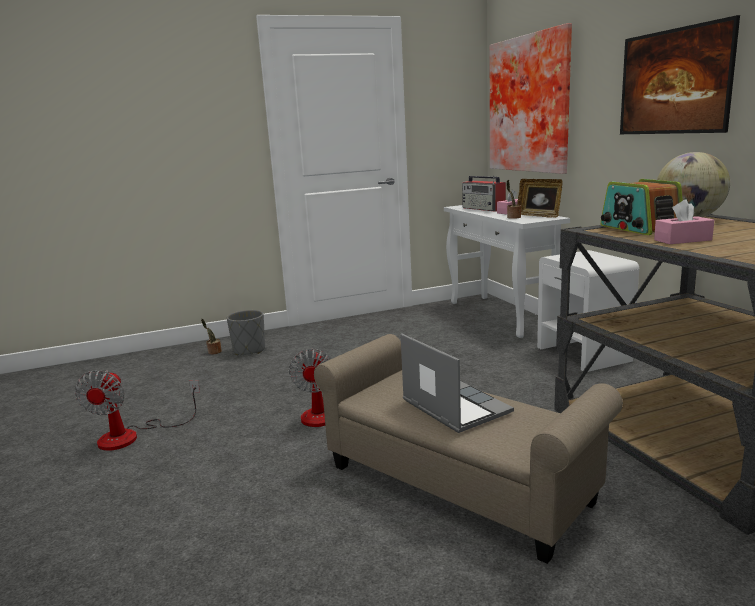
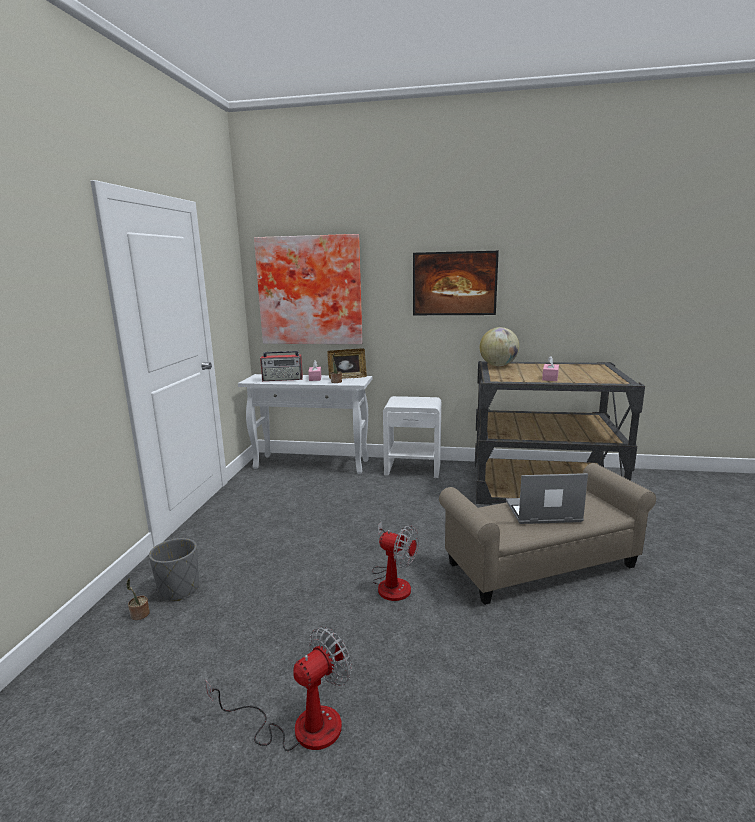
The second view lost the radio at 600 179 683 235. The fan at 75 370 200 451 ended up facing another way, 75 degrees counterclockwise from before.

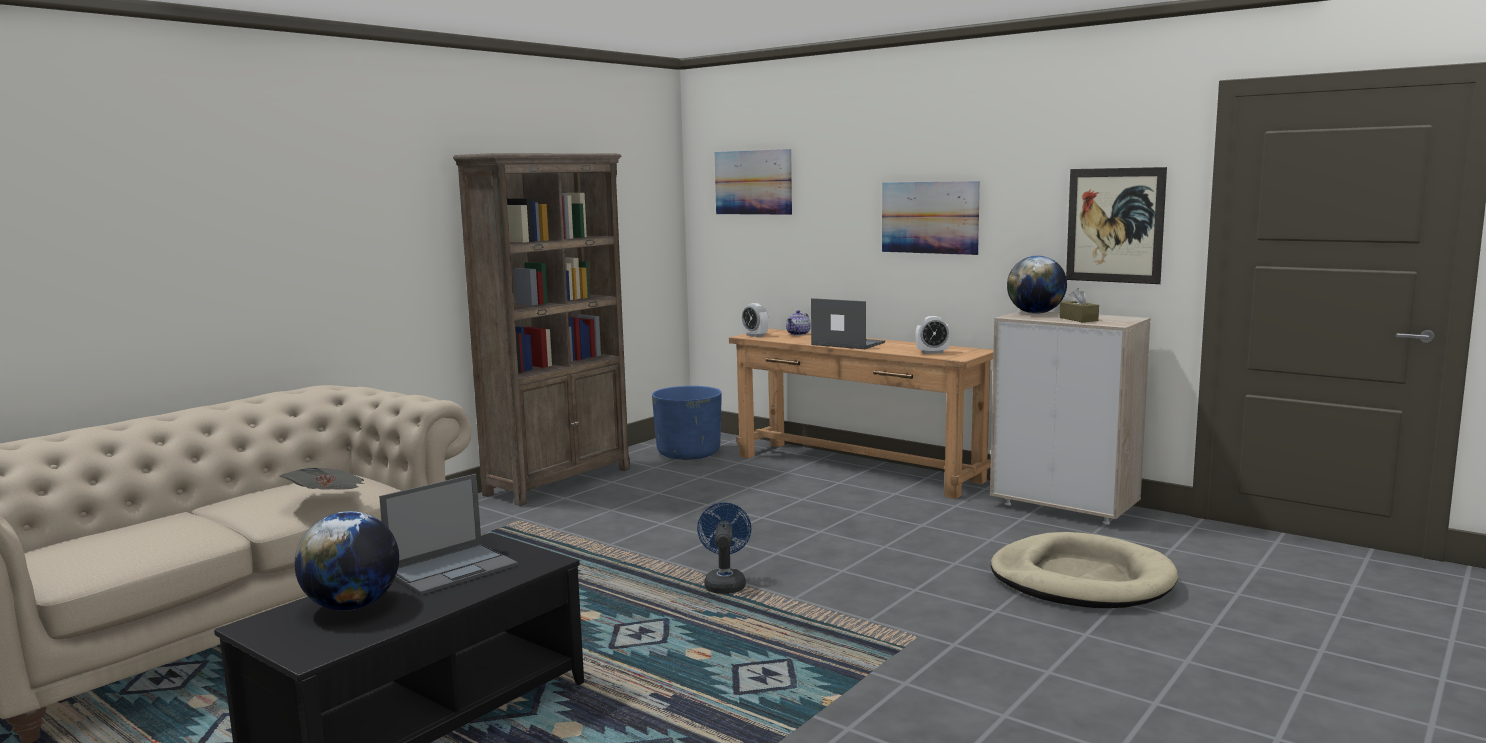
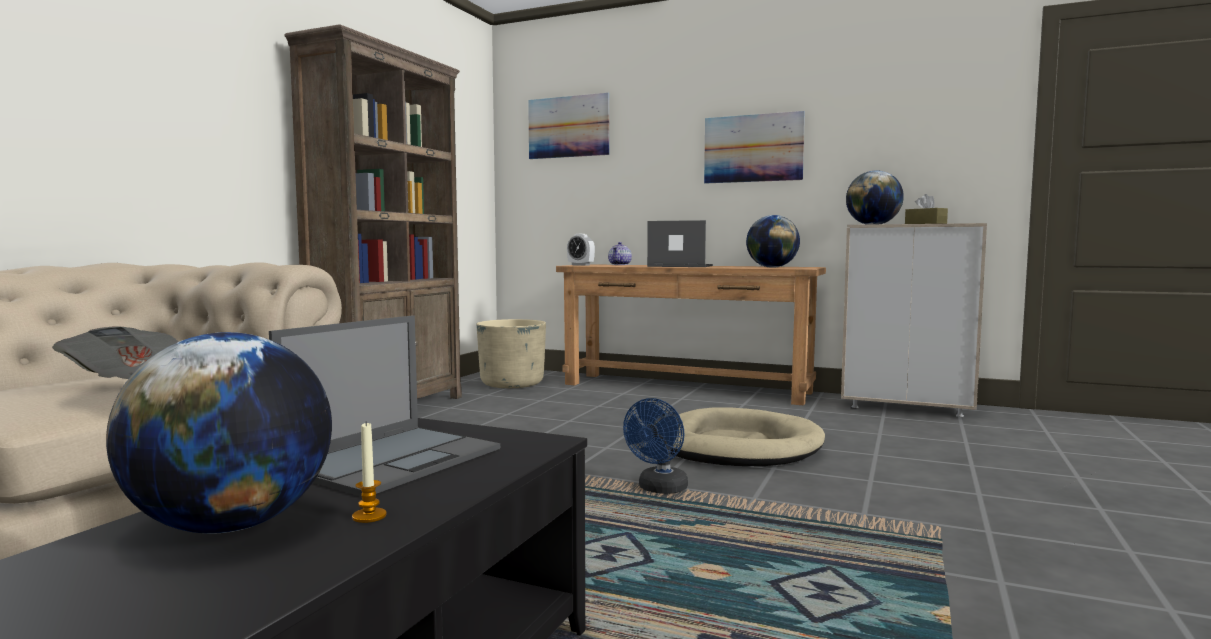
The second view lost the picture at 1066 167 1167 284. The second view gained the candle at 352 421 387 523. The dog bed/beige ended up elsewhere, having gone from 991 532 1178 608 to 671 407 825 467. Where the alarm clock stood at 915 316 951 354, the globe came to stand at 746 215 800 268. What was the planter/blue at 652 386 722 460 turned into the planter/beige at 477 319 546 388. The fan/blue at 697 502 751 594 ended up facing another way, 135 degrees counterclockwise from before.

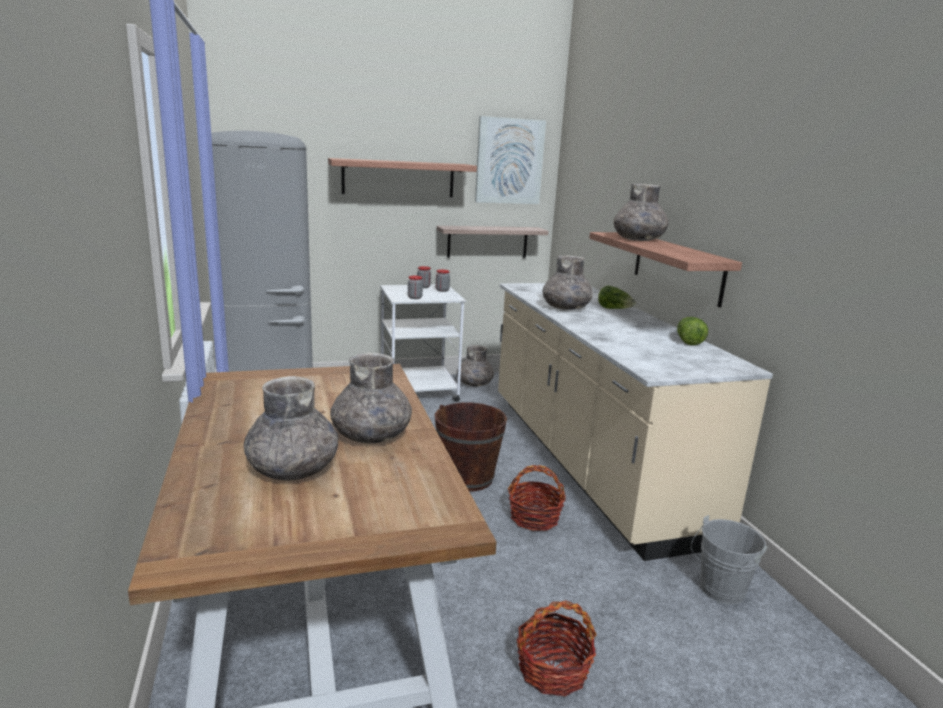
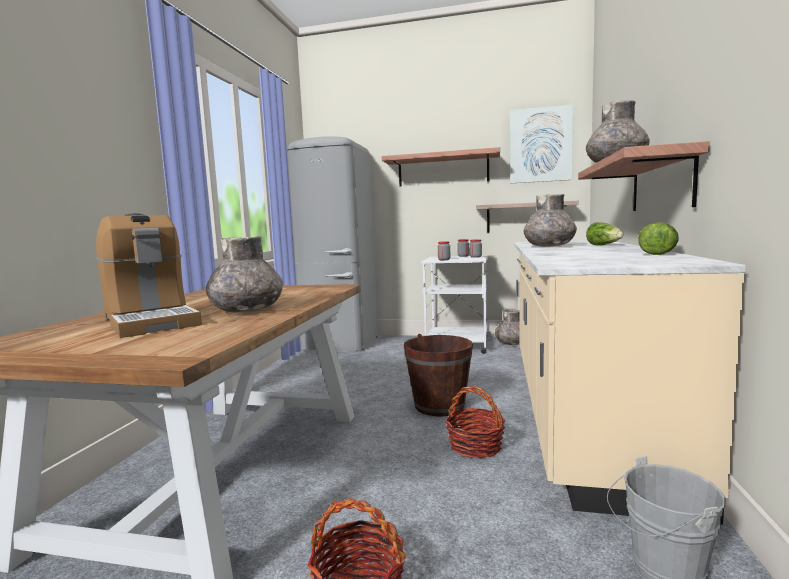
Where the vase/grey stood at 244 376 338 481, the coffee machine came to stand at 96 213 202 338.

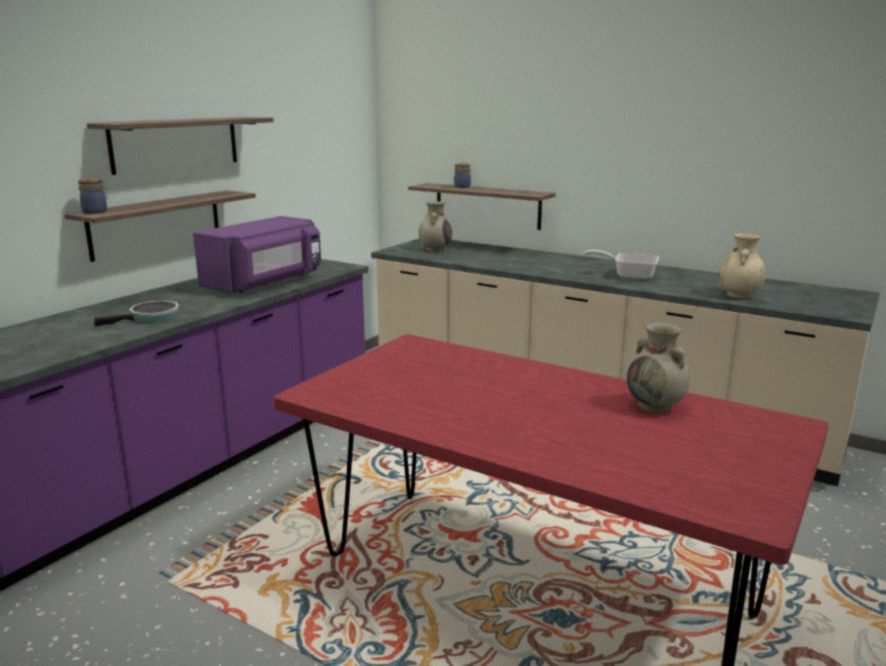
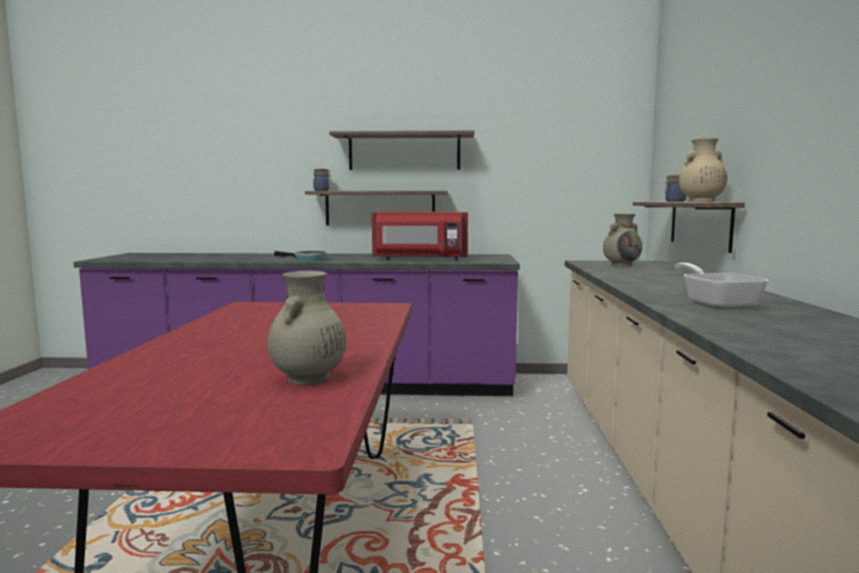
The vase/beige ended up elsewhere, having gone from 719 233 766 298 to 679 138 728 202. What was the microwave/purple at 193 216 321 293 turned into the microwave/red at 372 212 468 261.

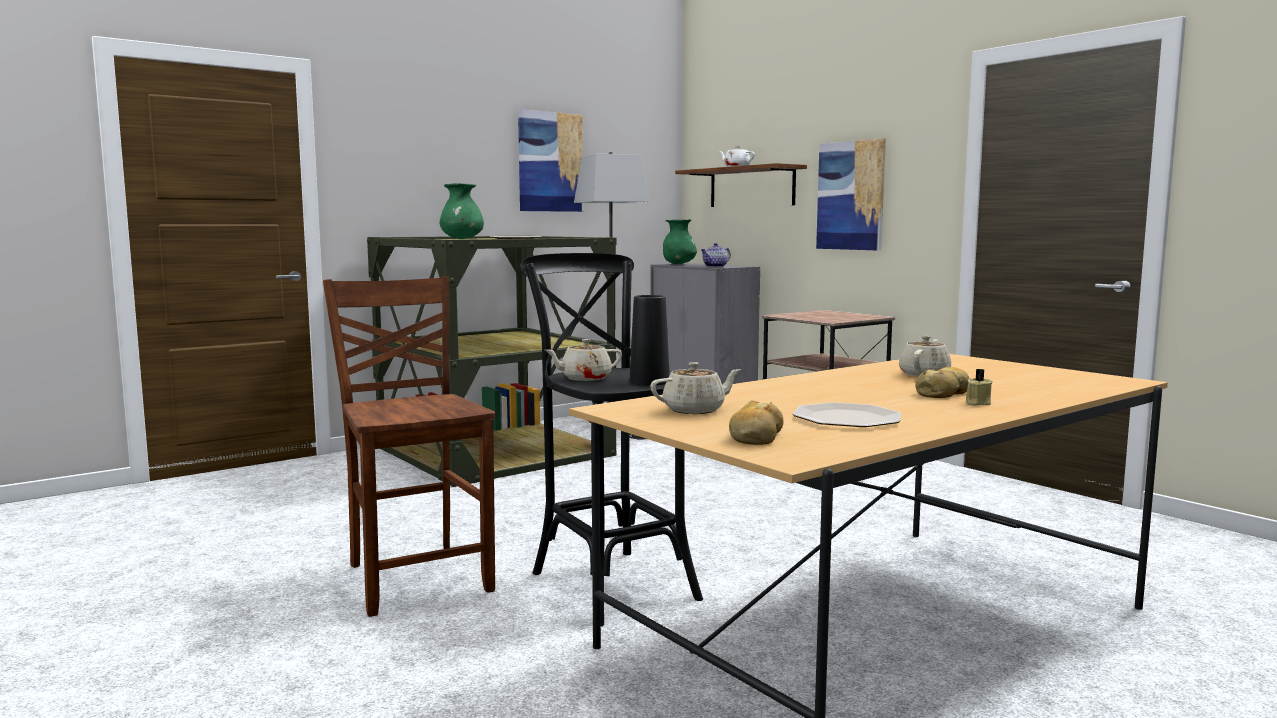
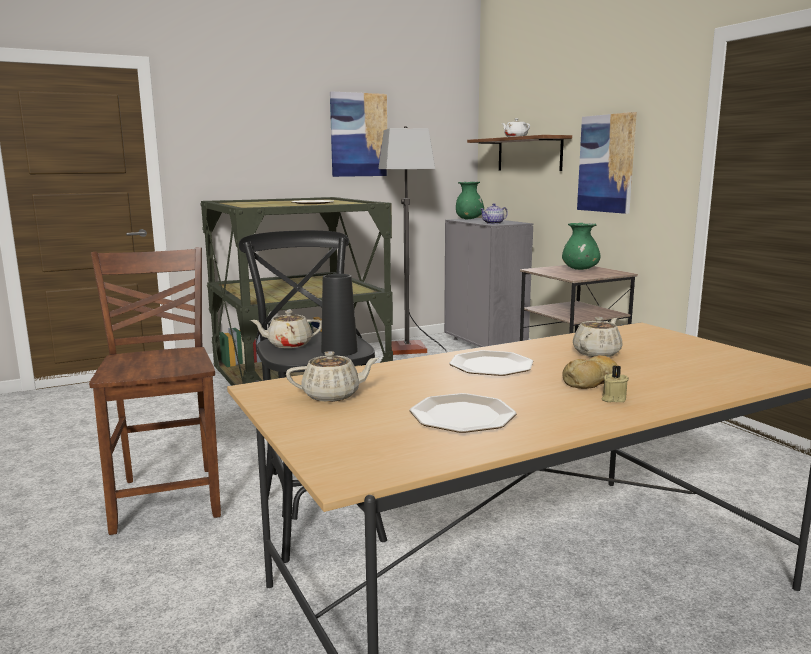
The second view lost the bread at 729 400 784 445. The second view gained the plate at 449 350 533 376. The vase/green ended up elsewhere, having gone from 440 183 484 239 to 562 223 601 270.

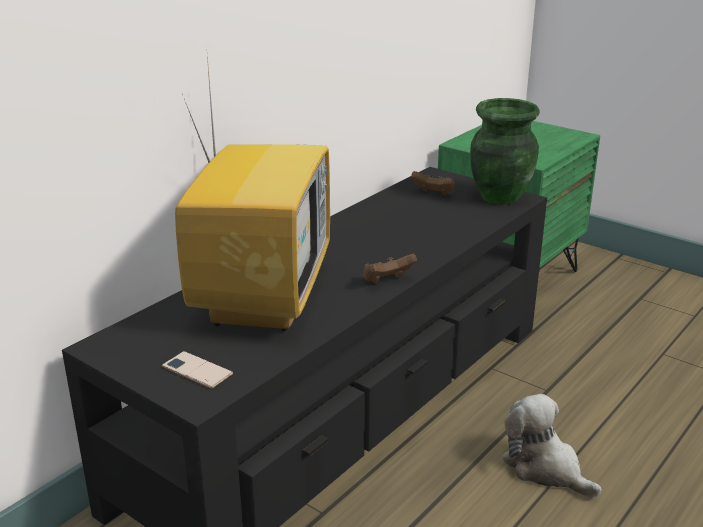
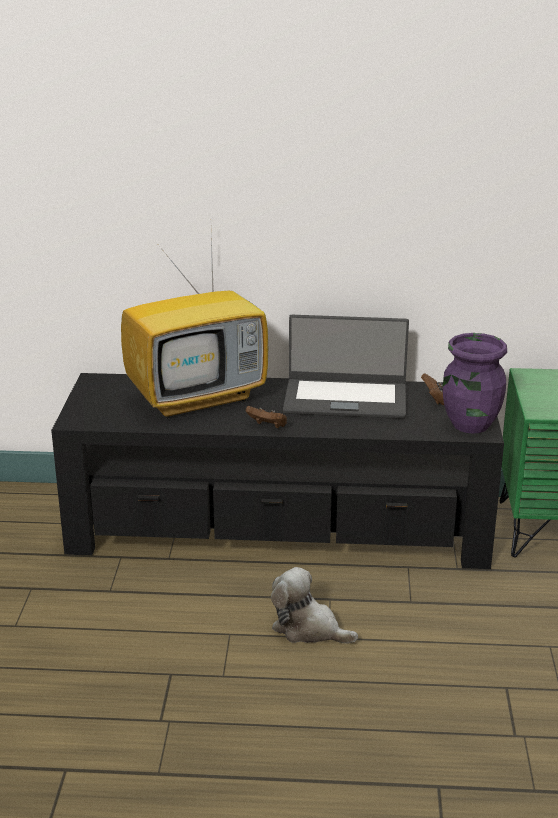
The second view lost the phone at 162 351 233 389. The second view gained the laptop at 283 315 409 419. What was the vase/green at 470 98 540 205 turned into the vase/purple at 443 333 507 434. The plush toy at 502 394 602 497 ended up facing another way, 75 degrees counterclockwise from before.

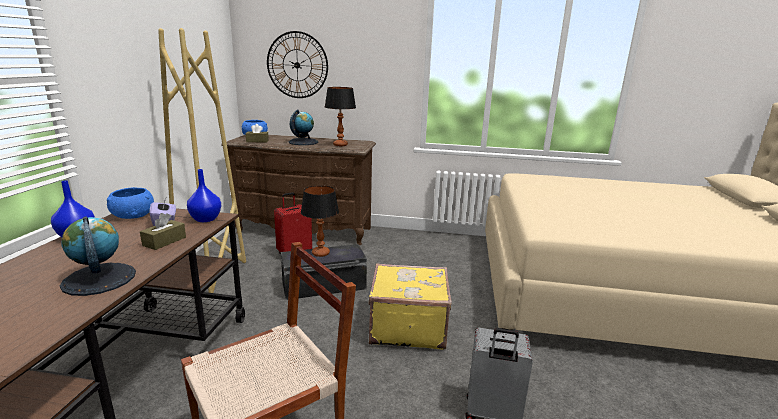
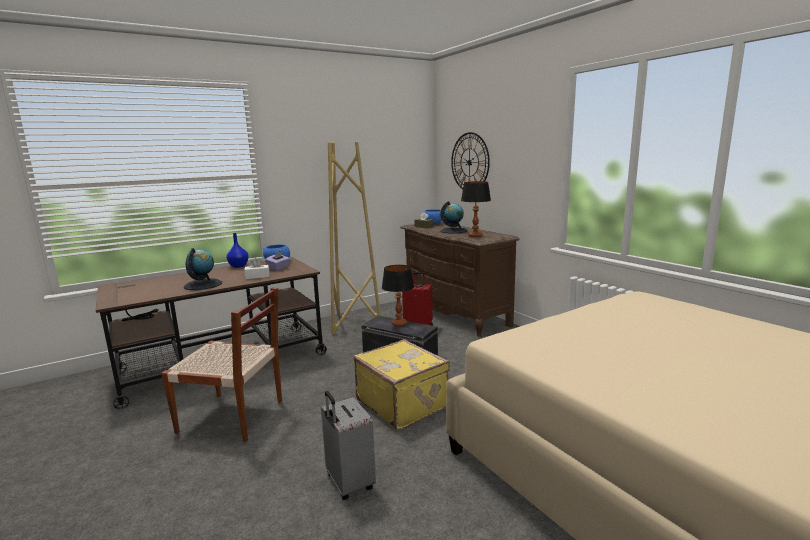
The second view lost the vase/blue at 187 169 221 222. What was the tissue box/brown at 140 213 186 250 turned into the tissue box/white at 244 258 269 279.

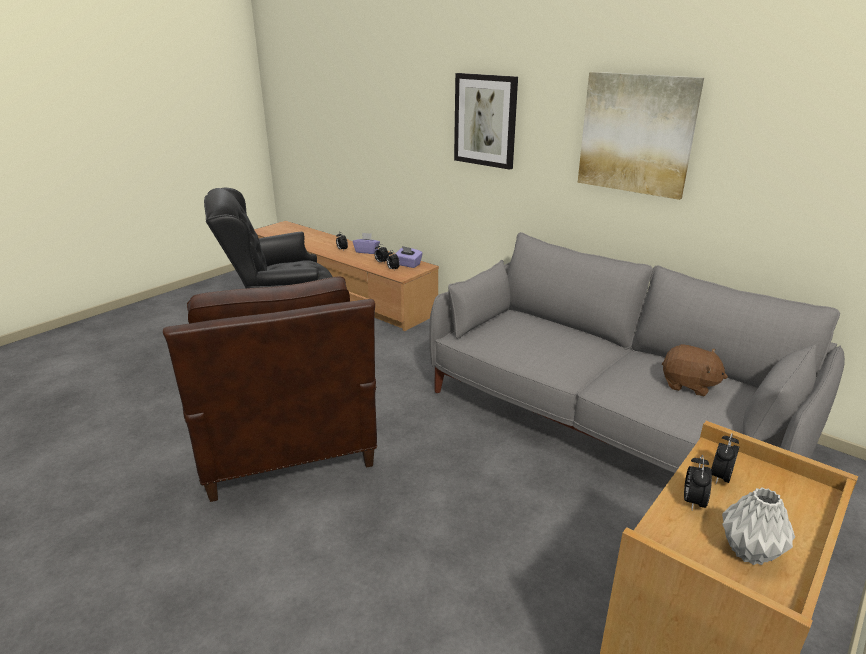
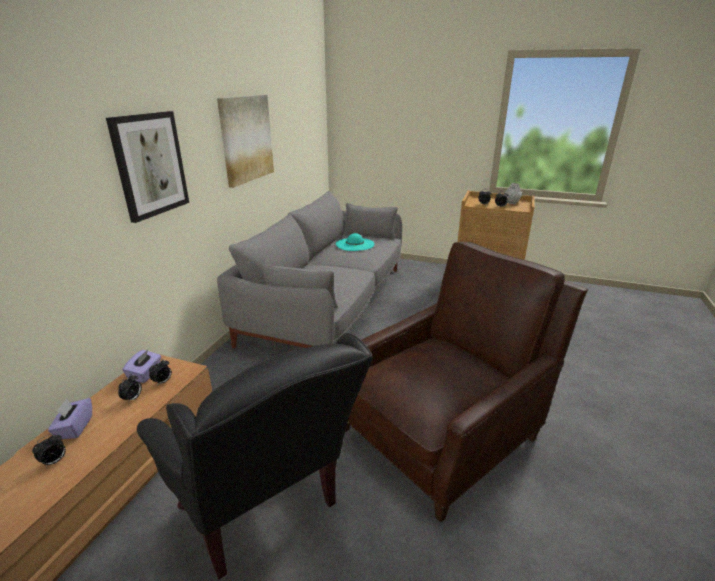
Where the plush toy/brown stood at 662 344 728 396, the hat/turquoise came to stand at 336 233 374 251.

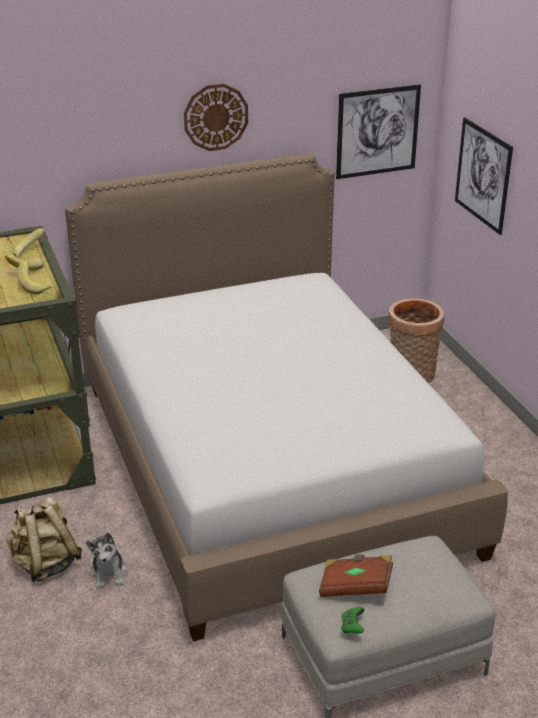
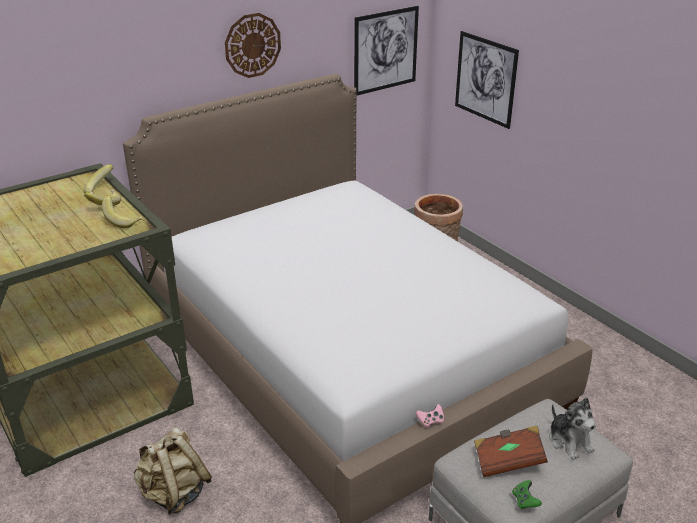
The second view gained the game controller/pink at 415 404 444 428. The plush toy ended up elsewhere, having gone from 86 532 127 589 to 549 397 596 460.

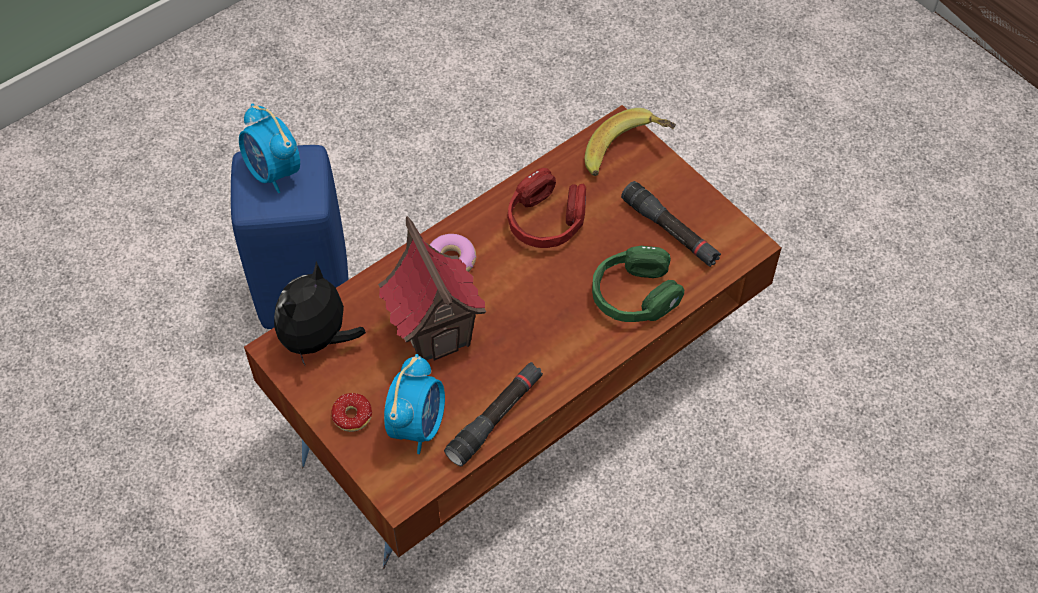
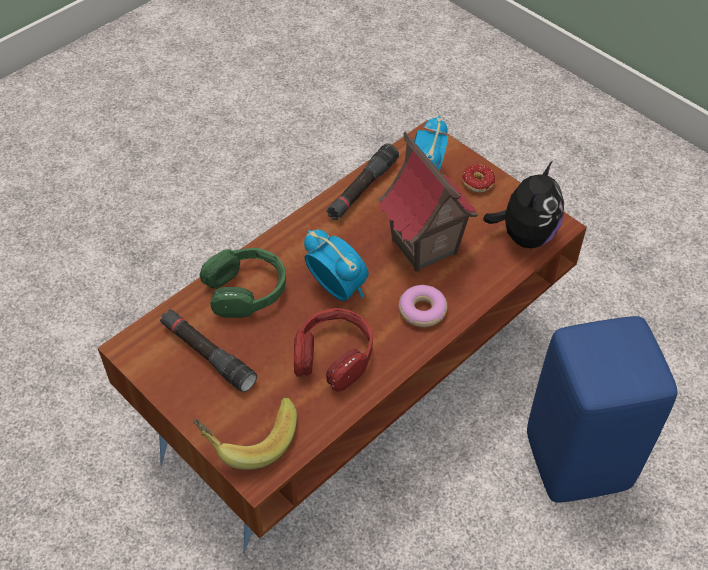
The alarm clock ended up elsewhere, having gone from 239 103 300 193 to 304 230 369 301.

